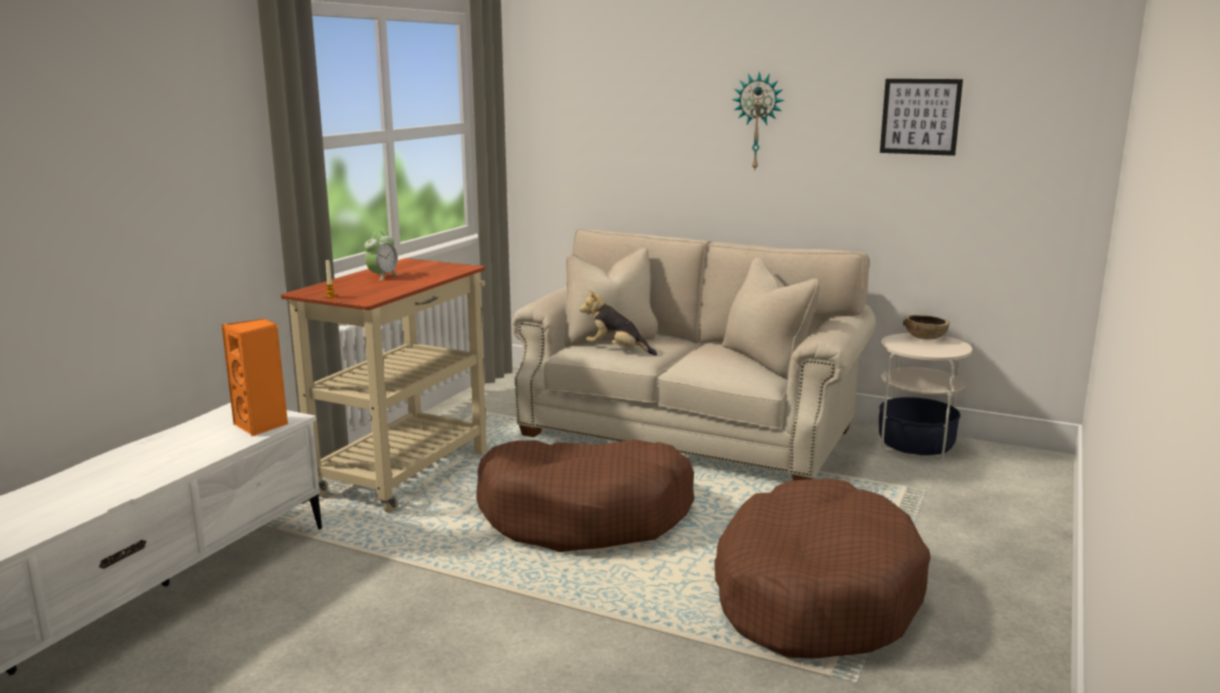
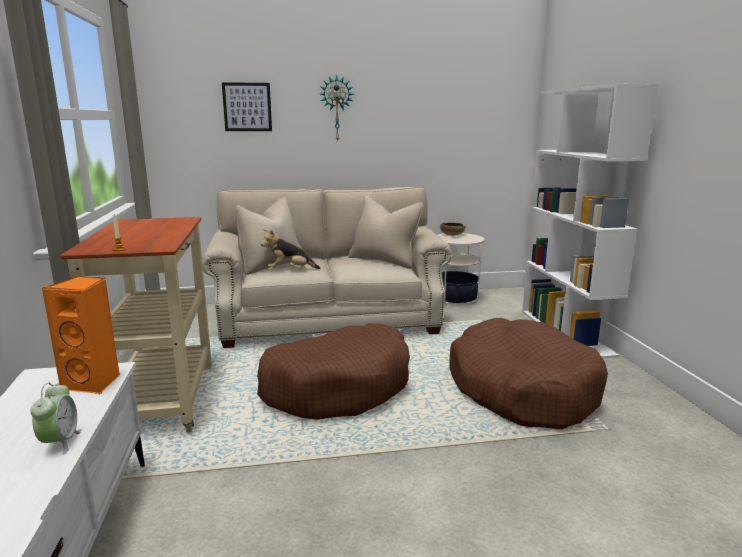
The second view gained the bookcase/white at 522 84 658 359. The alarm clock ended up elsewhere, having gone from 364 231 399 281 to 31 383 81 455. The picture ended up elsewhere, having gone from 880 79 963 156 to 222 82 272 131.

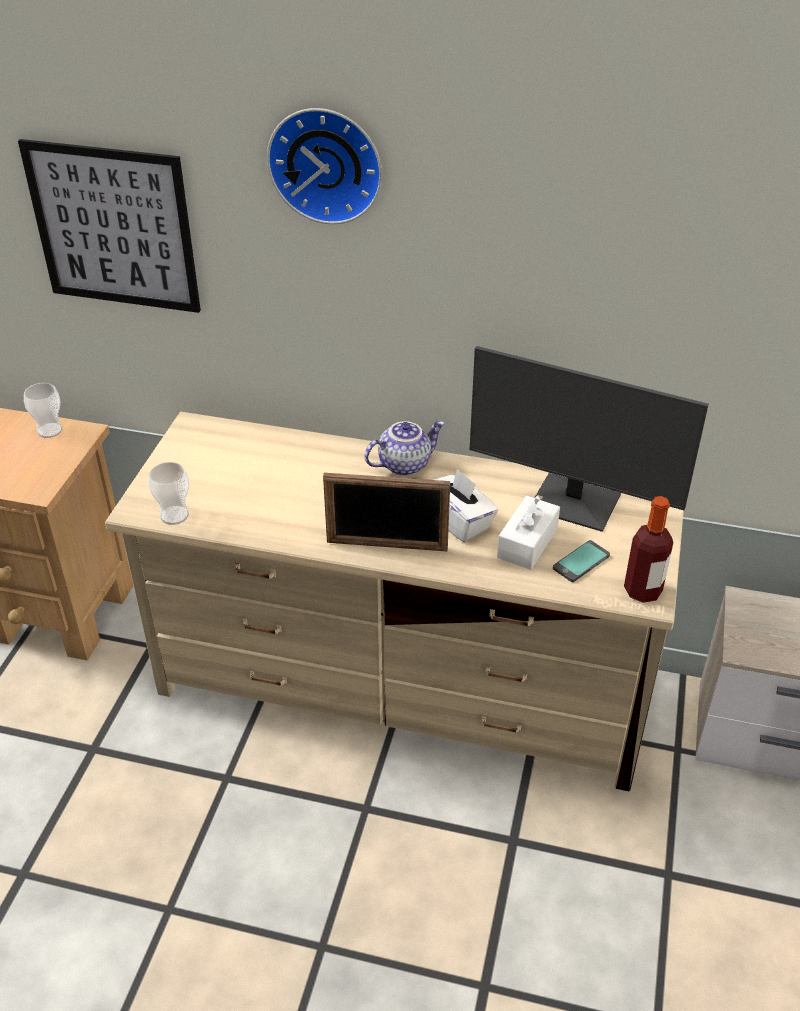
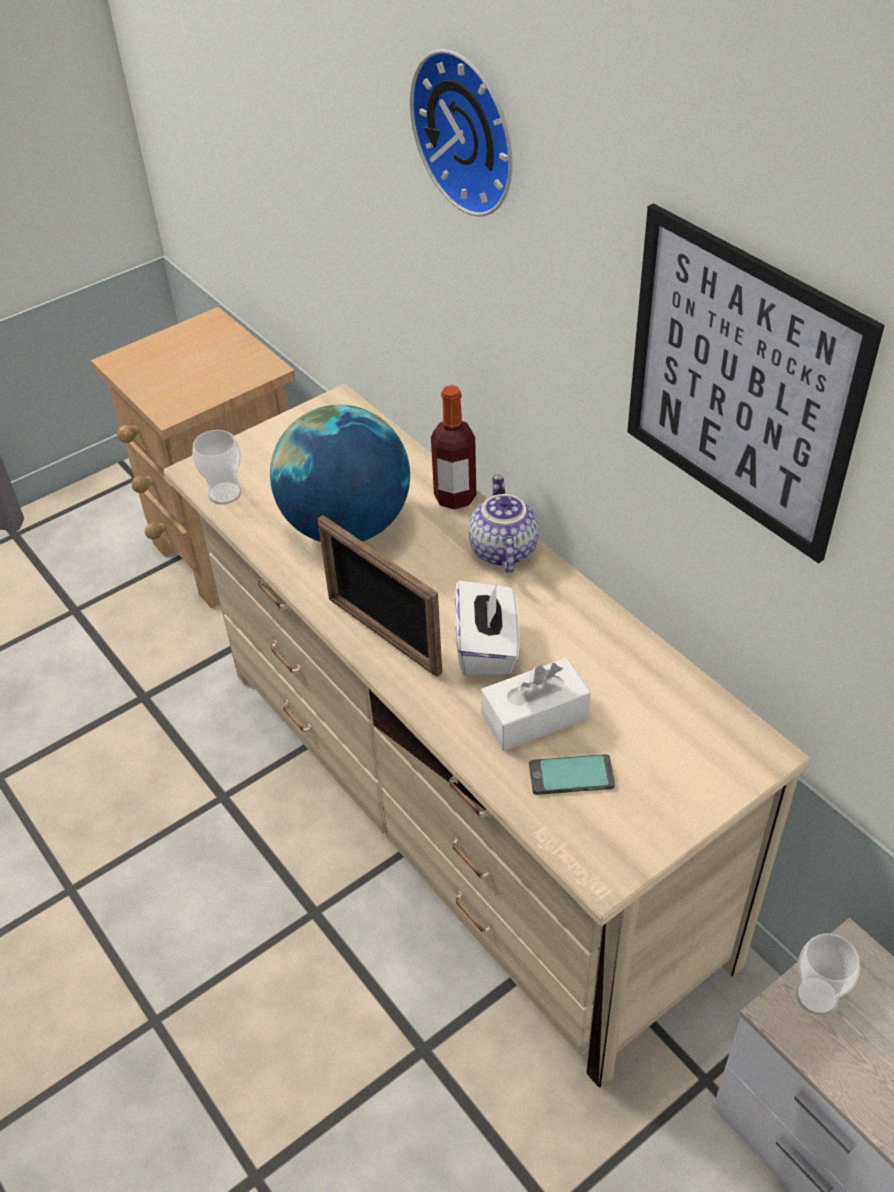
The second view lost the monitor at 470 346 709 532. The second view gained the globe at 270 405 410 542. The picture ended up elsewhere, having gone from 18 139 201 313 to 627 203 885 563. The cup ended up elsewhere, having gone from 24 383 63 438 to 796 934 860 1015. The bottle ended up elsewhere, having gone from 624 496 673 603 to 431 385 476 510. The teapot at 364 421 445 476 ended up facing another way, 105 degrees counterclockwise from before.

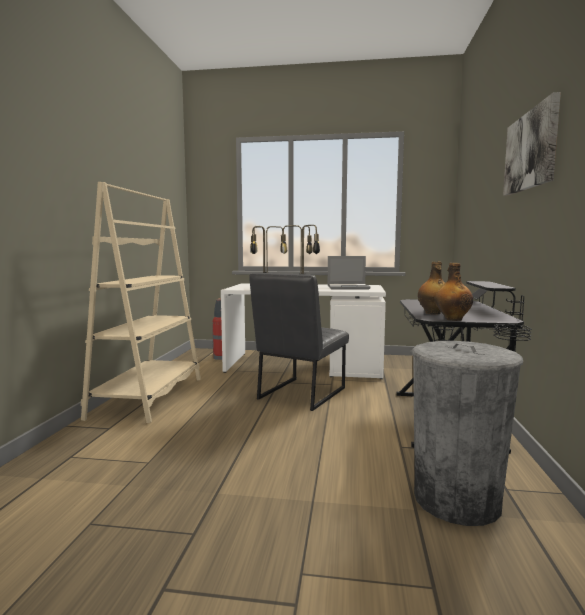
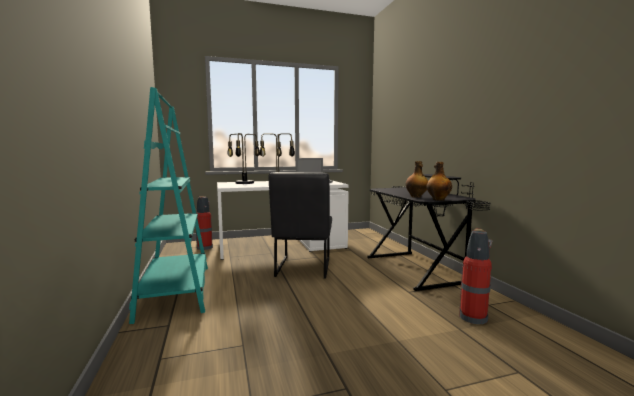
The second view lost the picture at 503 92 561 196. Where the trash can/grey stood at 411 341 523 526, the fire extinguisher came to stand at 459 229 492 324. What was the bookcase/beige at 81 182 201 423 turned into the bookcase/turquoise at 129 87 208 324.

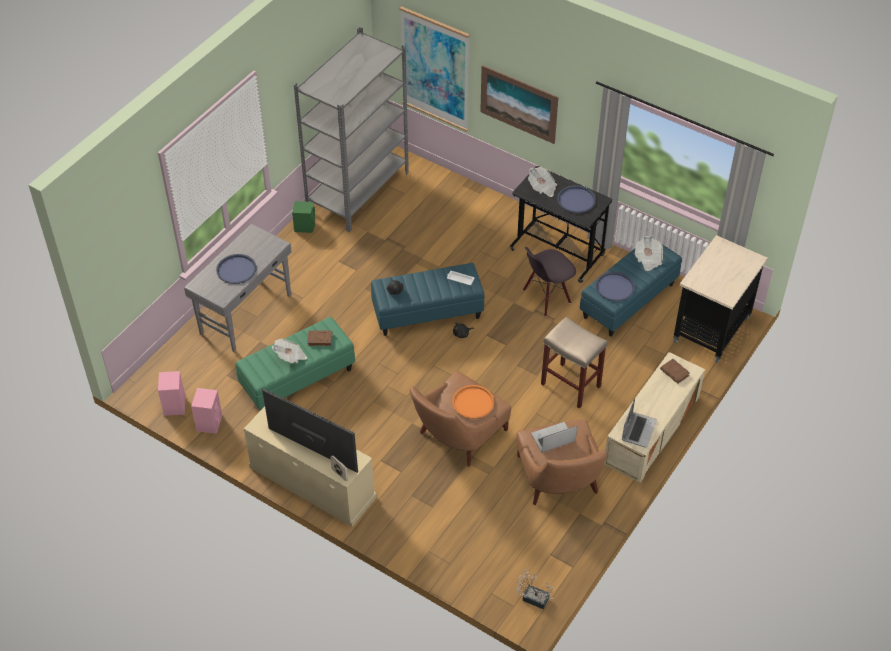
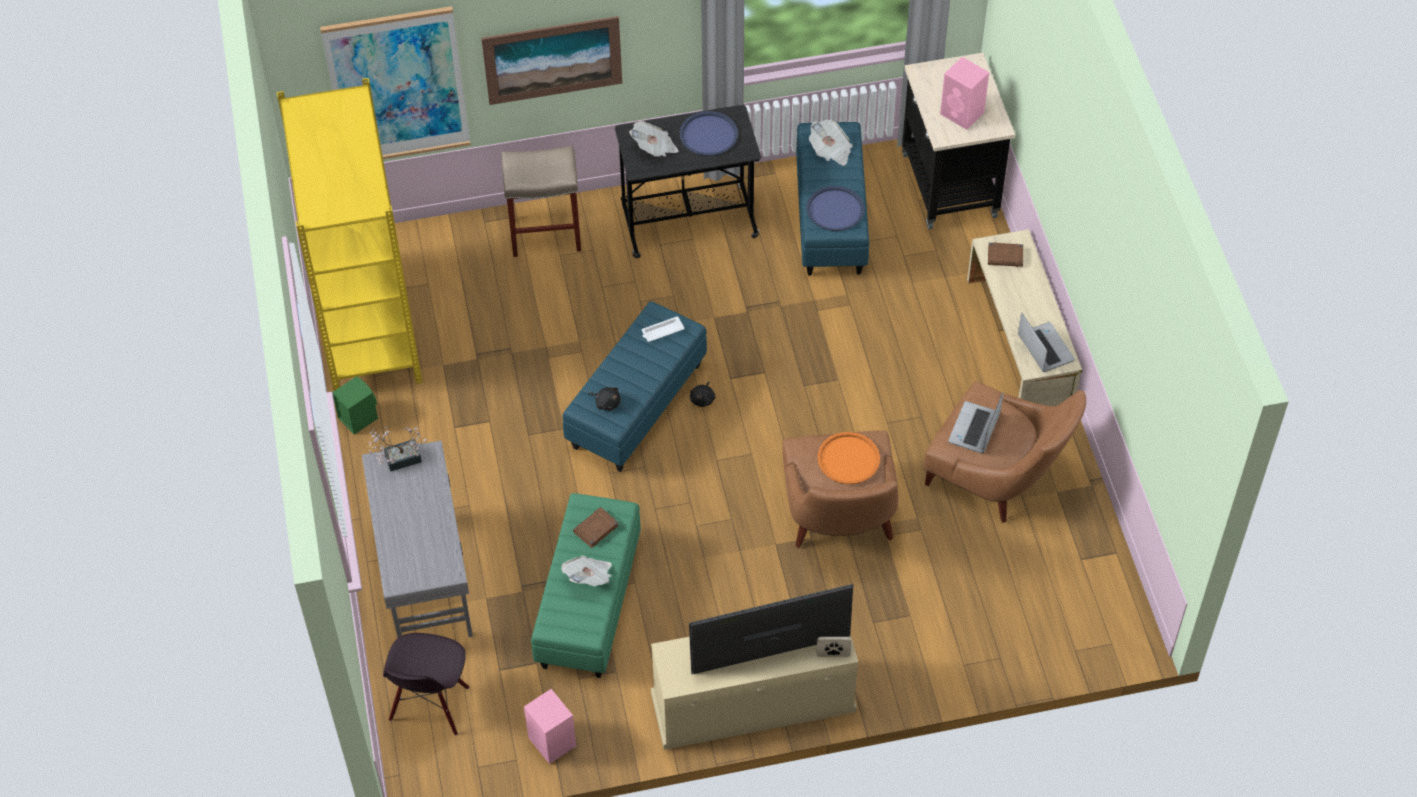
The second view lost the tray/blue at 216 254 257 284. The speaker/pink ended up elsewhere, having gone from 158 371 186 416 to 940 57 989 130. The potted plant ended up elsewhere, having gone from 516 569 555 609 to 369 426 426 472. The chair/black ended up elsewhere, having gone from 523 247 576 317 to 383 633 469 736. The stool/beige ended up elsewhere, having gone from 541 317 607 409 to 502 146 581 257. What was the bookcase/grey at 294 27 409 232 turned into the bookcase/yellow at 277 78 423 391.

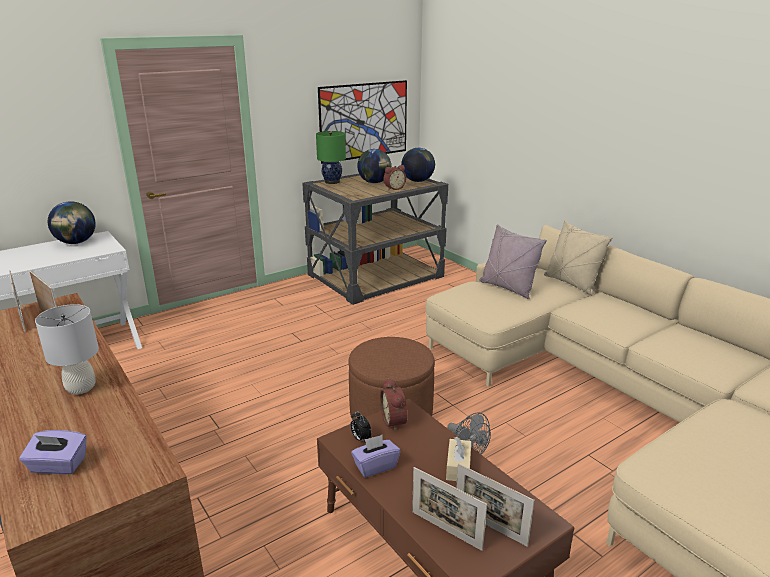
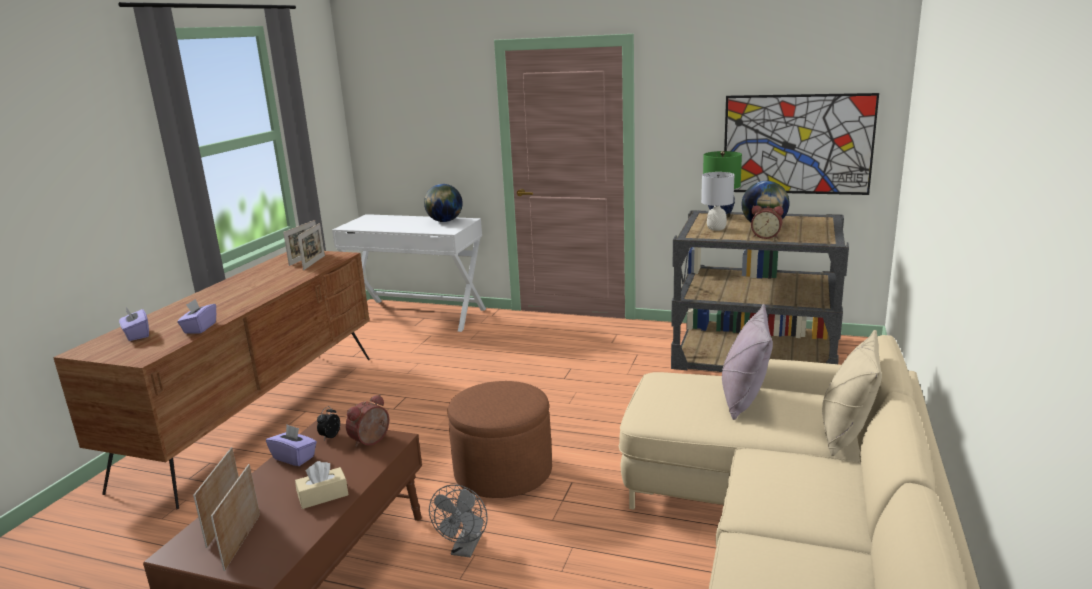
The second view lost the globe at 401 148 435 182. The second view gained the tissue box/purple at 177 299 216 334. The table lamp/grey ended up elsewhere, having gone from 35 304 99 394 to 701 172 734 231.

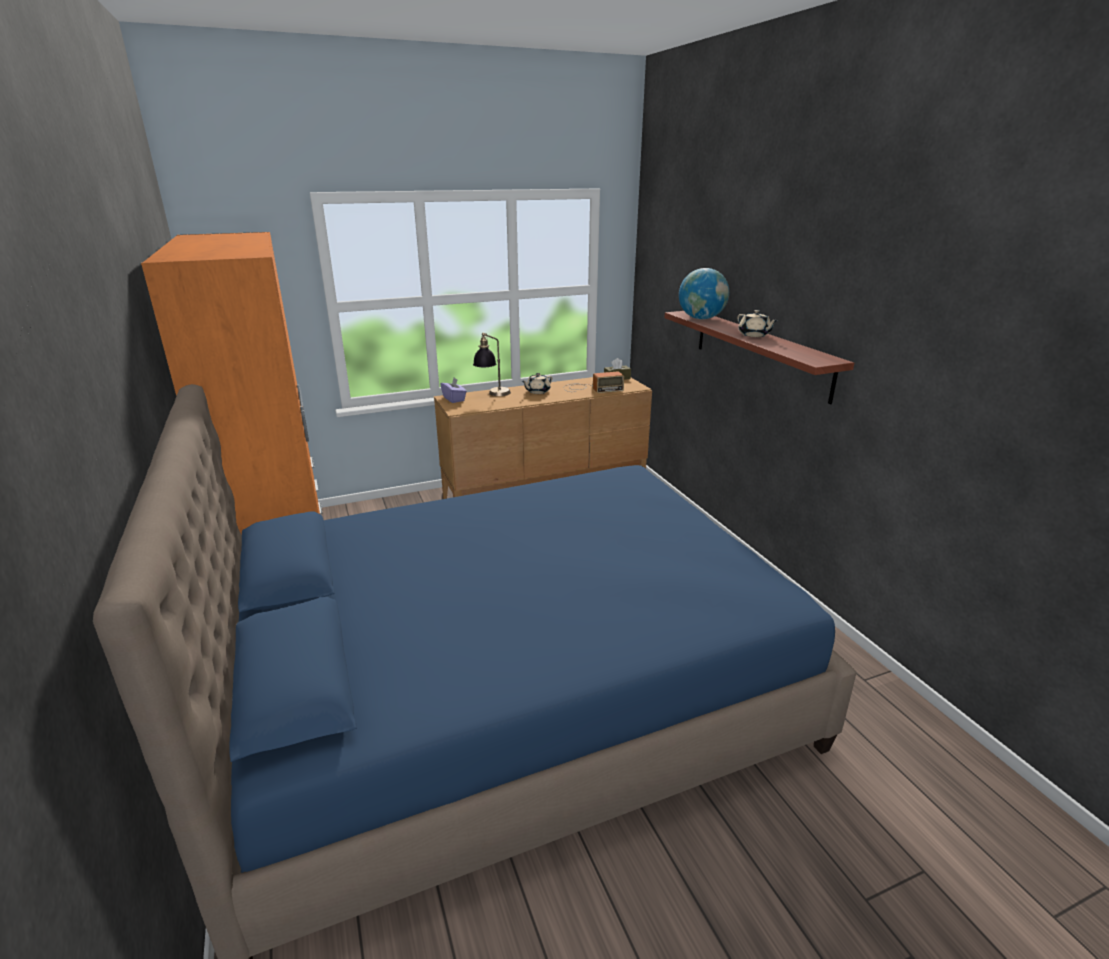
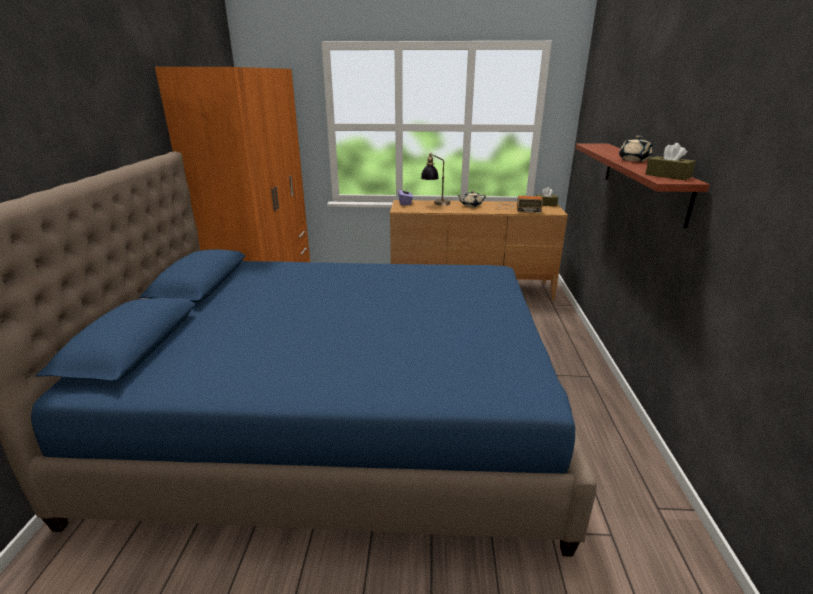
The second view lost the globe at 679 268 729 319. The second view gained the tissue box/brown at 645 143 696 180.

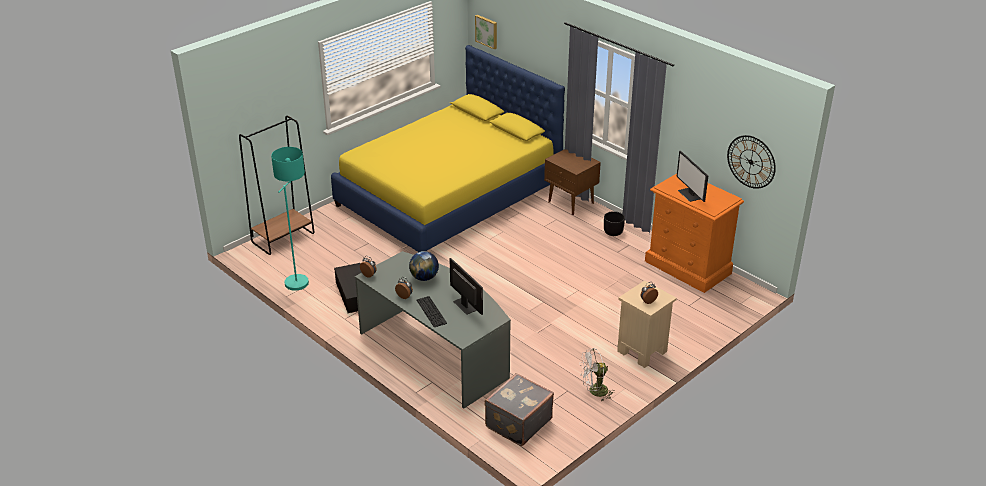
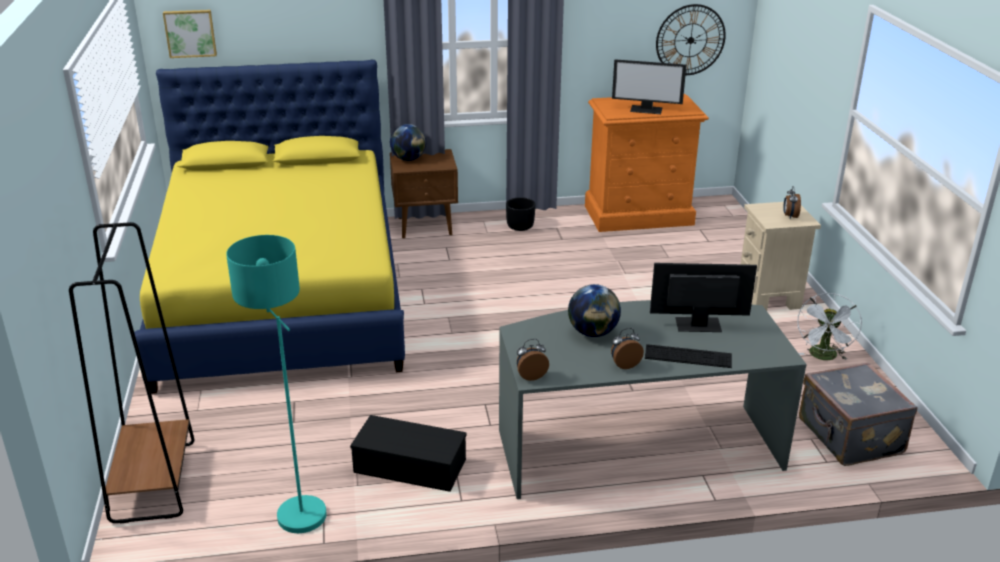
The second view gained the globe at 390 124 426 161.

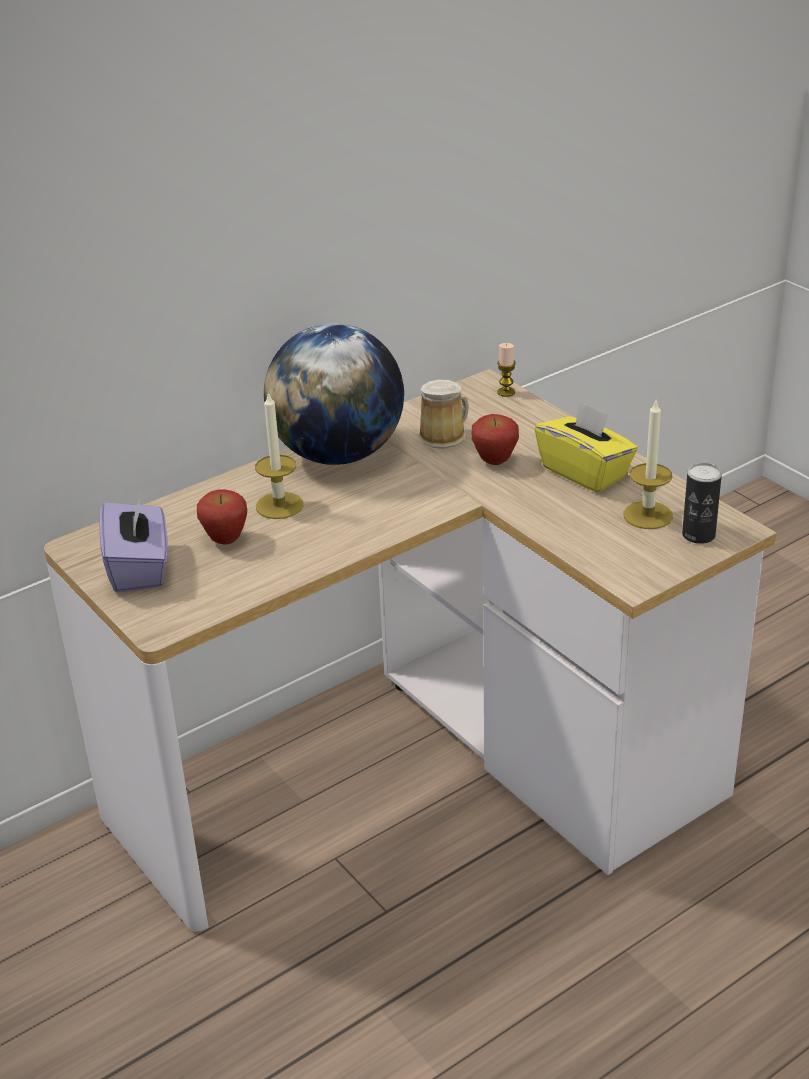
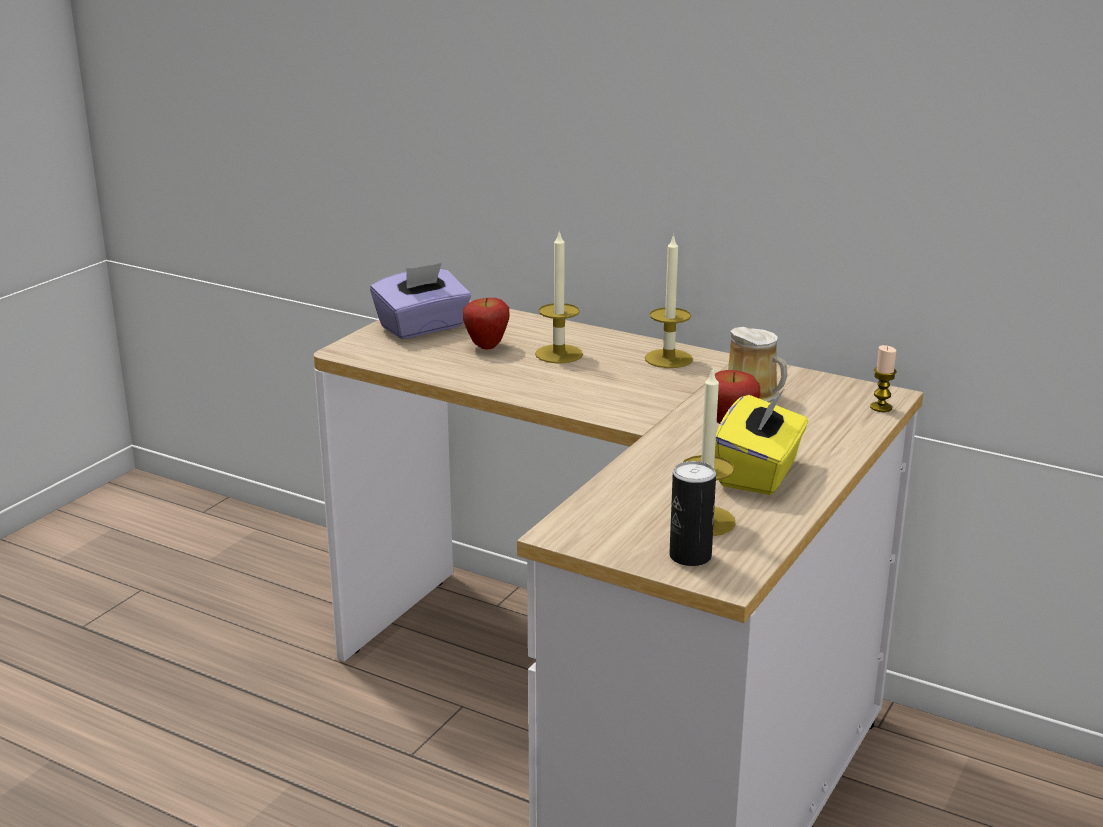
Where the globe stood at 264 323 404 465, the candle came to stand at 645 234 693 368.

